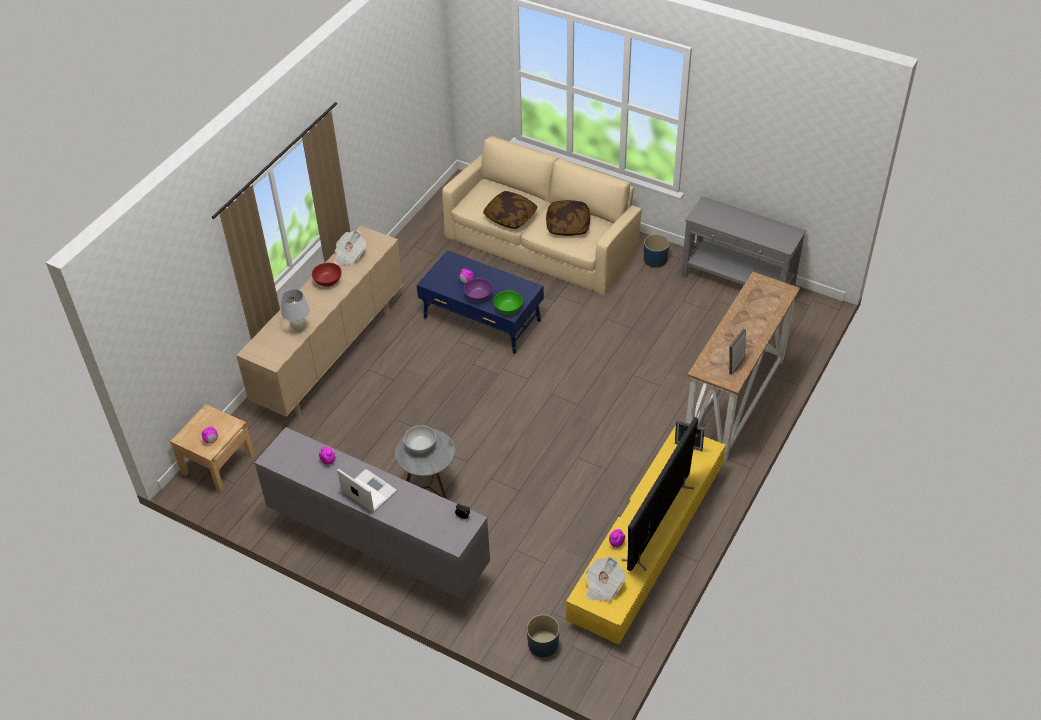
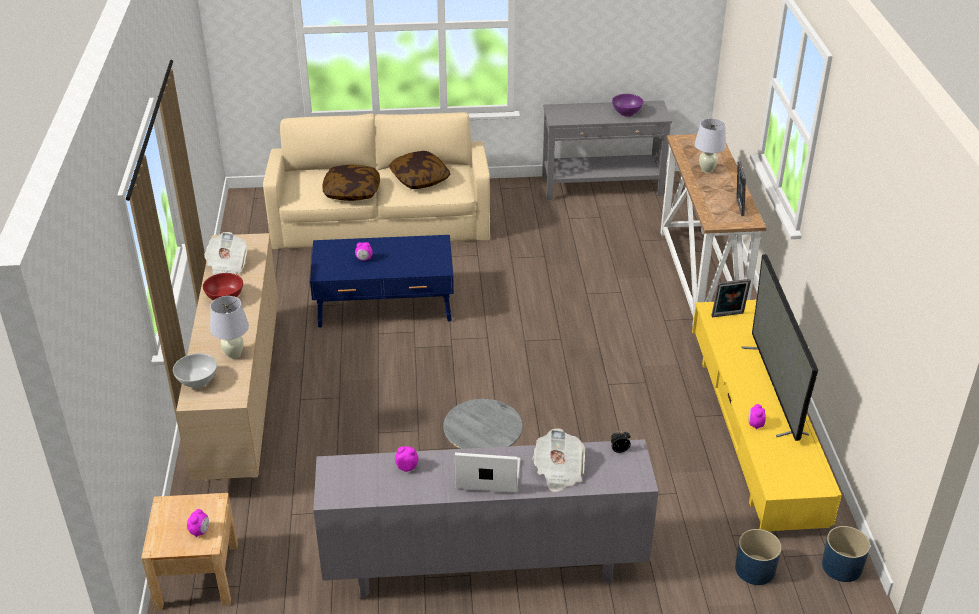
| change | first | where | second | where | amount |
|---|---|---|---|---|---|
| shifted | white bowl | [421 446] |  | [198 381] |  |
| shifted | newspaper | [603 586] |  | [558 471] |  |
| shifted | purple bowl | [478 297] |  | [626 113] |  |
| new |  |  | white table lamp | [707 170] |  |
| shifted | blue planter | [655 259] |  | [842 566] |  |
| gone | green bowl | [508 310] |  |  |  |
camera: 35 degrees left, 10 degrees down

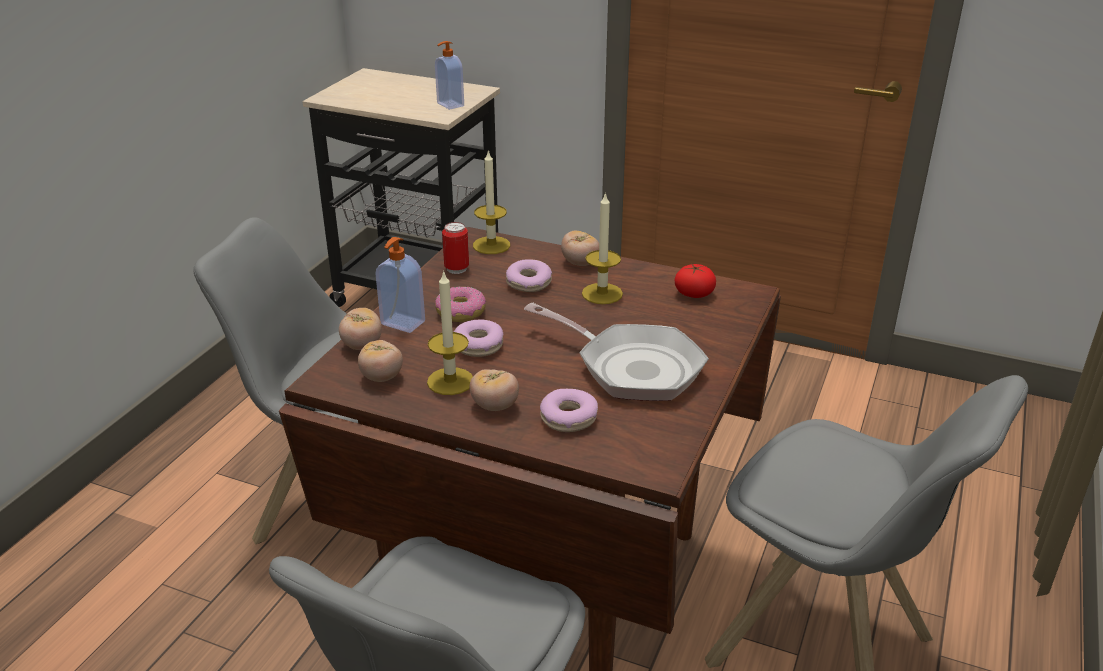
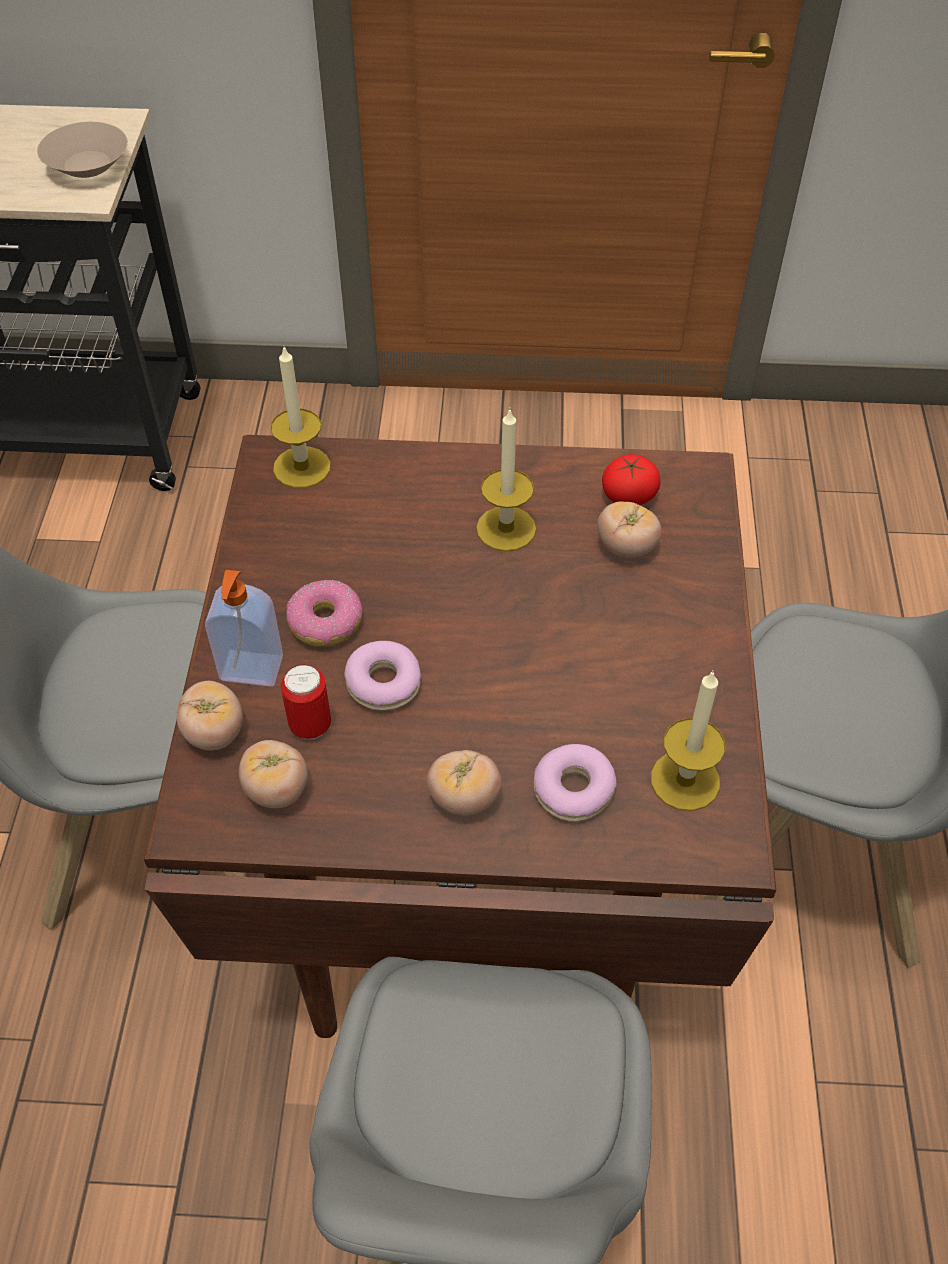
| change | first | where | second | where | amount |
|---|---|---|---|---|---|
| swapped | soap dispenser | [449 105] | beige bowl | [89 167] |  |
| shifted | can | [456 269] |  | [310 725] |  |
| shifted | tomato | [580 263] |  | [626 547] |  |
| shifted | candle | [450 381] |  | [685 780] |  |
| gone | donut | [528 283] |  |  |  |
| gone | frying pan | [632 367] |  |  |  |
camera: 20 degrees left, 20 degrees up

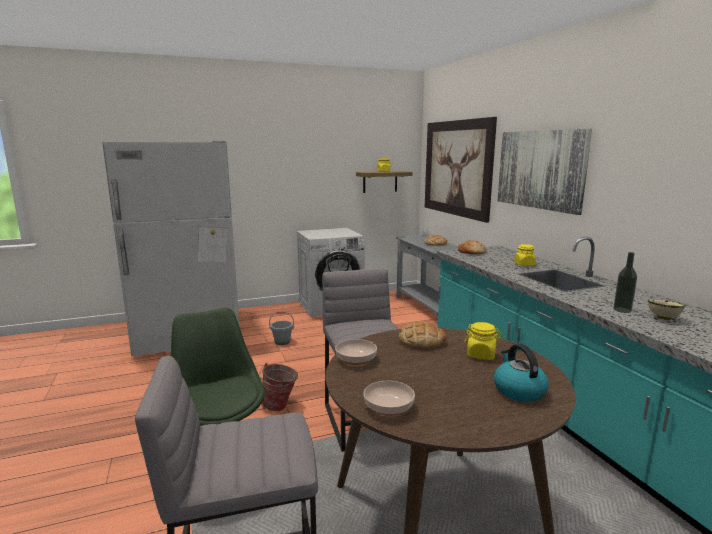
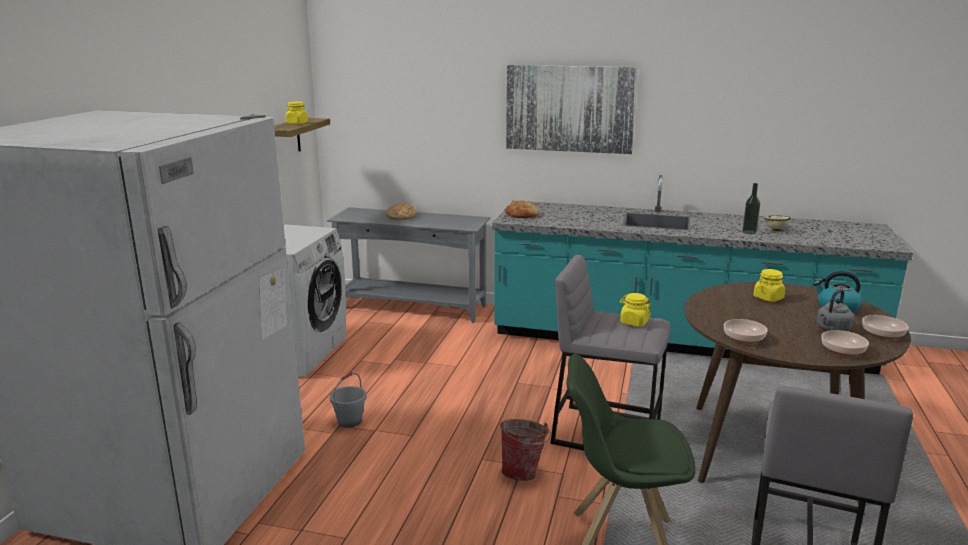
| change | first | where | second | where | amount |
|---|---|---|---|---|---|
| shifted | yellow jar | [524 264] |  | [634 322] |  |
| new |  |  | grey kettle | [832 329] |  |
| new |  |  | bowl | [882 334] |  |
| gone | bread | [421 340] |  |  |  |
| gone | picture | [457 168] |  |  |  |
camera: 55 degrees left, 5 degrees up

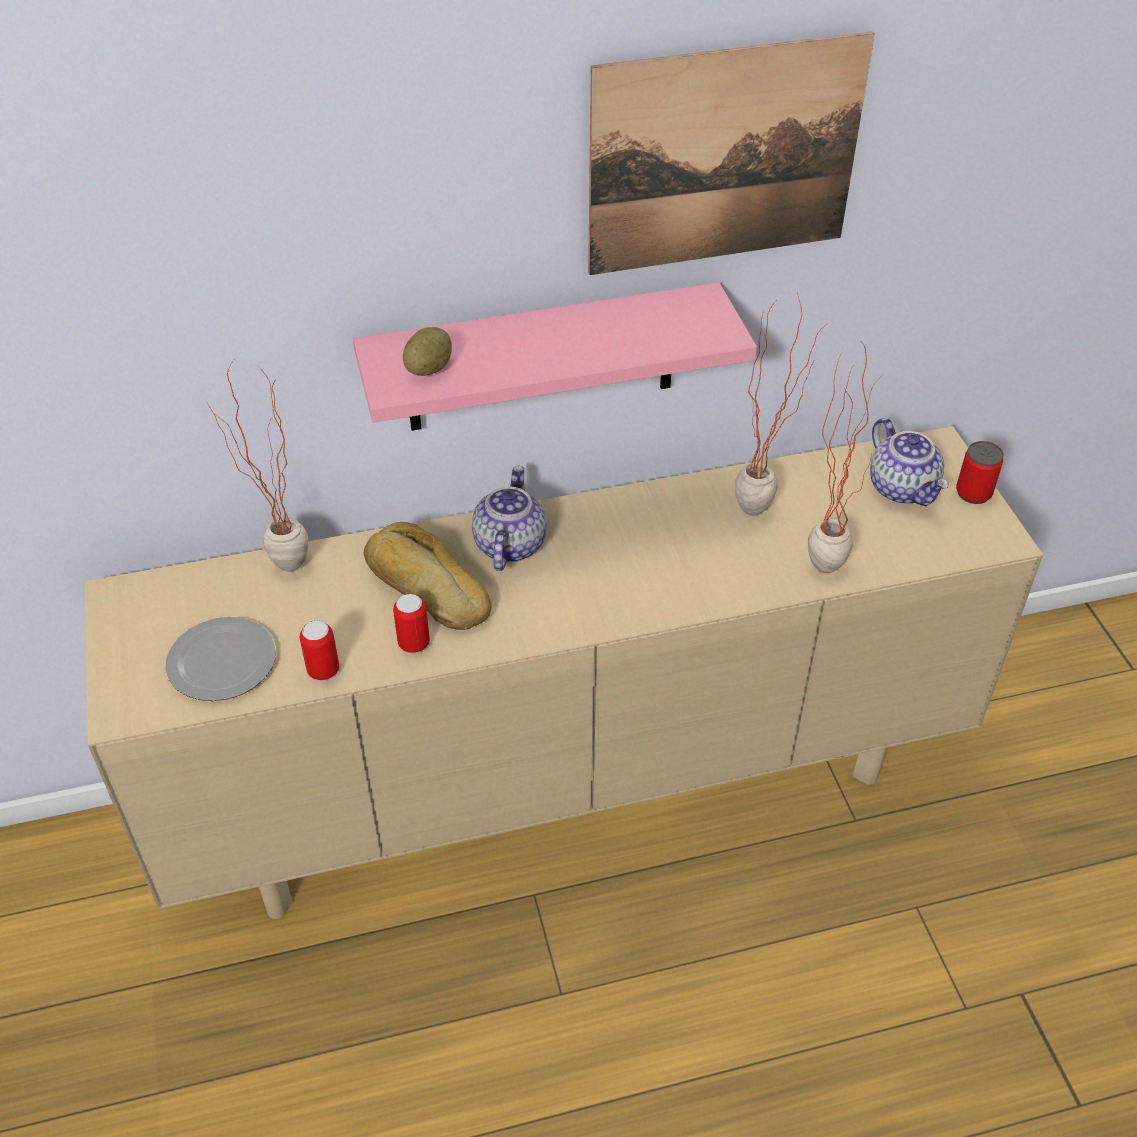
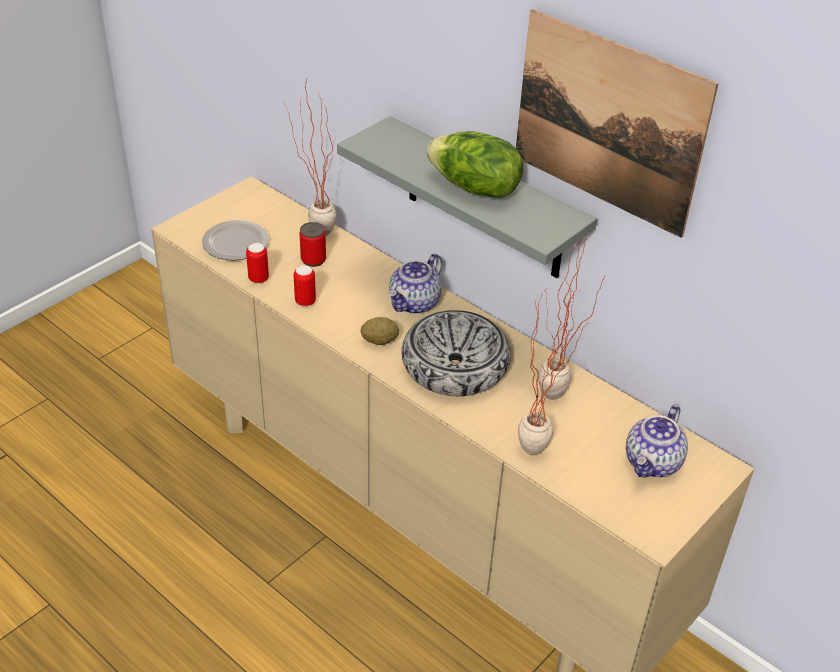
| change | first | where | second | where | amount |
|---|---|---|---|---|---|
| shifted | can | [973 493] |  | [313 259] |  |
| repainted | pink shelf | [541 359] | grey shelf | [484 200] |  |
| shifted | potato | [428 369] |  | [379 341] |  |
| rotated | teapot | [508 544] |  | [415 303] | 150 degrees clockwise |
| new |  |  | bowl | [455 366] |  |
| new |  |  | lettuce | [474 188] |  |
| gone | bread | [425 588] |  |  |  |
camera: 55 degrees right, 5 degrees down

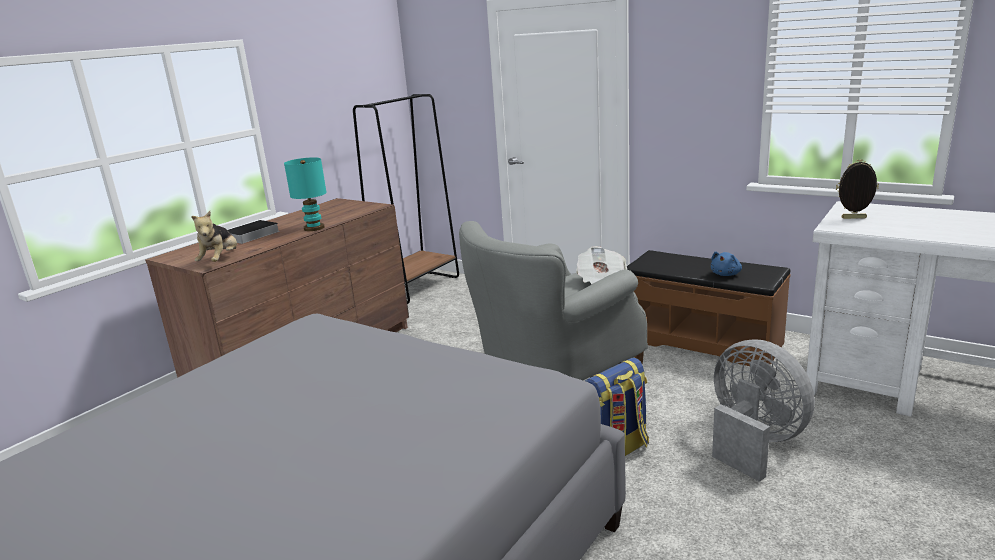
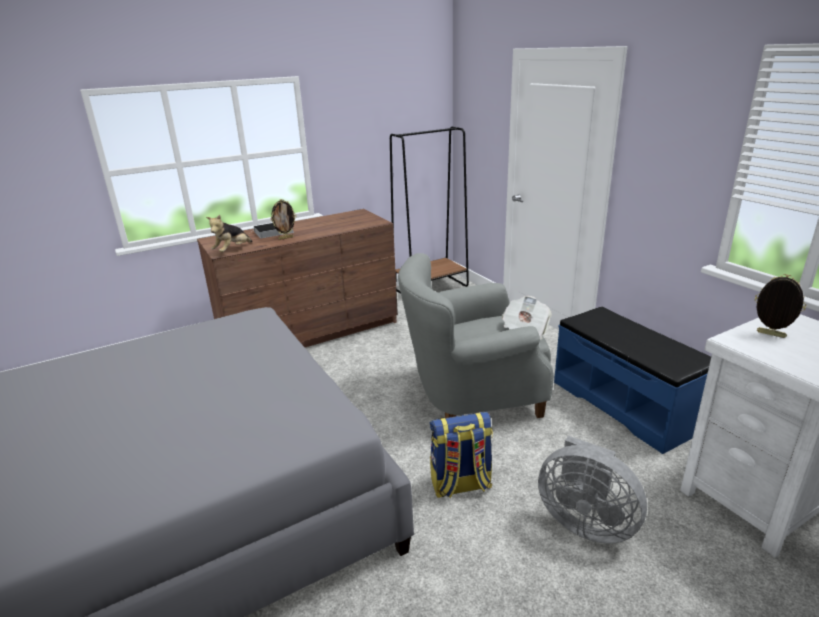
| change | first | where | second | where | amount |
|---|---|---|---|---|---|
| new |  |  | picture frame | [286 238] |  |
| rotated | grey fan | [753 442] |  | [585 522] | 135 degrees clockwise |
| repainted | brown bench | [702 341] | blue bench | [625 404] |  |
| gone | turquoise table lamp | [313 228] |  |  |  |
| gone | blue plush toy | [726 274] |  |  |  |
camera: 25 degrees right, 5 degrees up

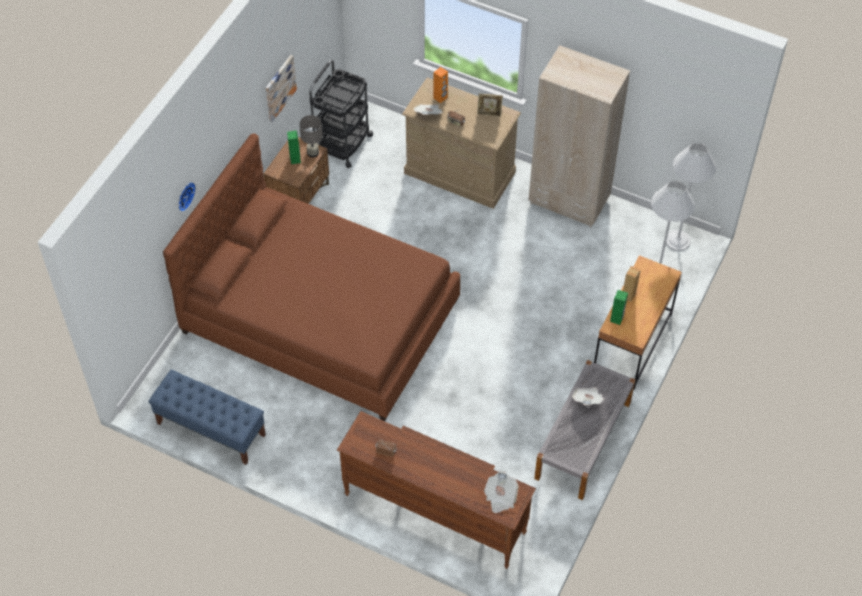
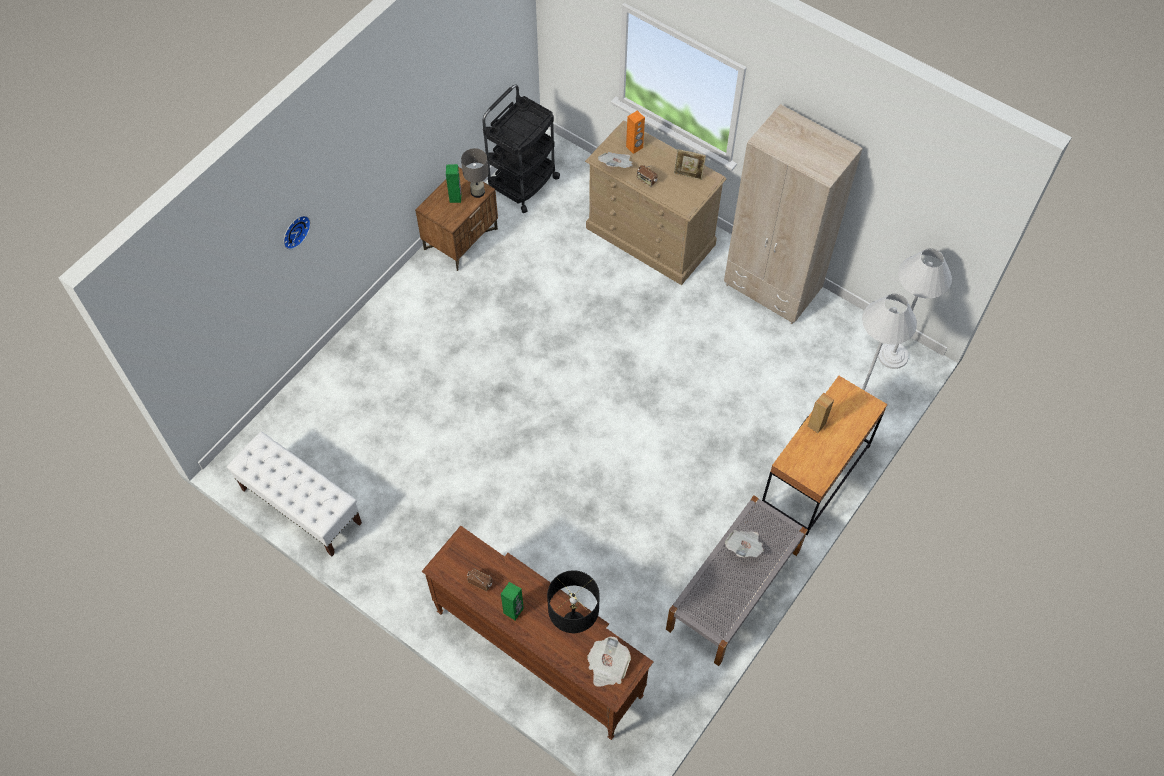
| change | first | where | second | where | amount |
|---|---|---|---|---|---|
| repainted | blue bench | [211 429] | white bench | [301 506] |  |
| shifted | green speaker | [617 319] |  | [513 611] |  |
| new |  |  | black table lamp | [573 623] |  |
| gone | brown bed | [320 316] |  |  |  |
| gone | picture | [279 87] |  |  |  |
camera: 10 degrees right, 5 degrees up

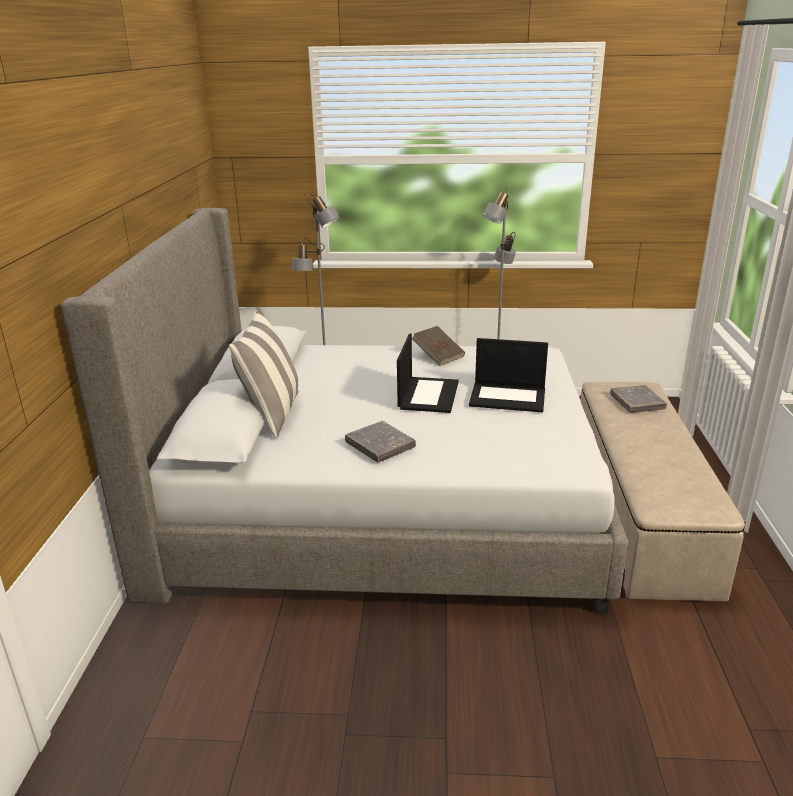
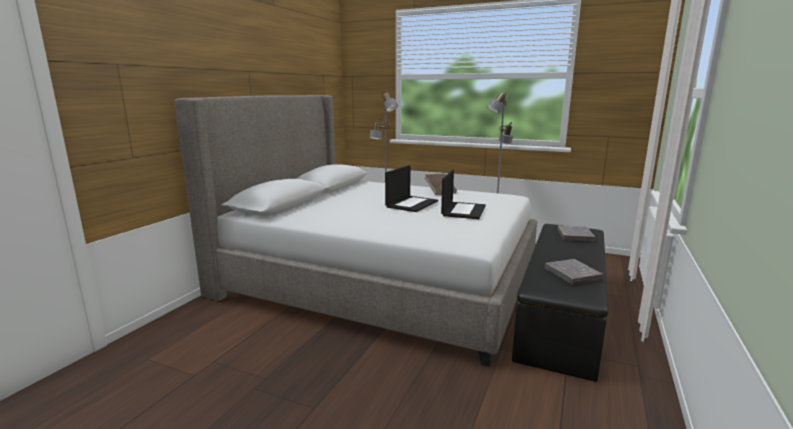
| change | first | where | second | where | amount |
|---|---|---|---|---|---|
| rotated | laptop | [508 397] |  | [463 210] | 105 degrees counterclockwise |
| repainted | beige bench | [638 508] | black bench | [560 312] |  |
| shifted | grey book | [380 445] |  | [572 275] |  |
| gone | pillow | [271 414] |  |  |  |
camera: 20 degrees right, 10 degrees down

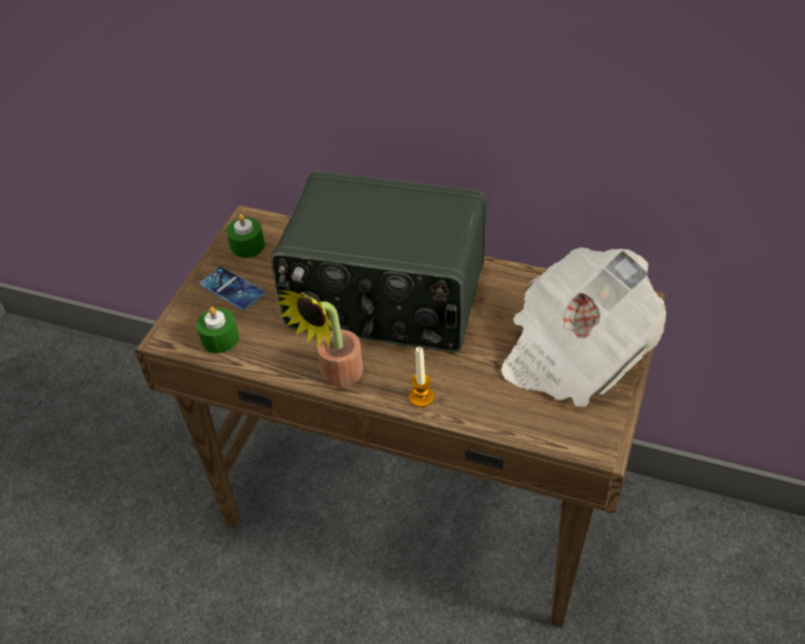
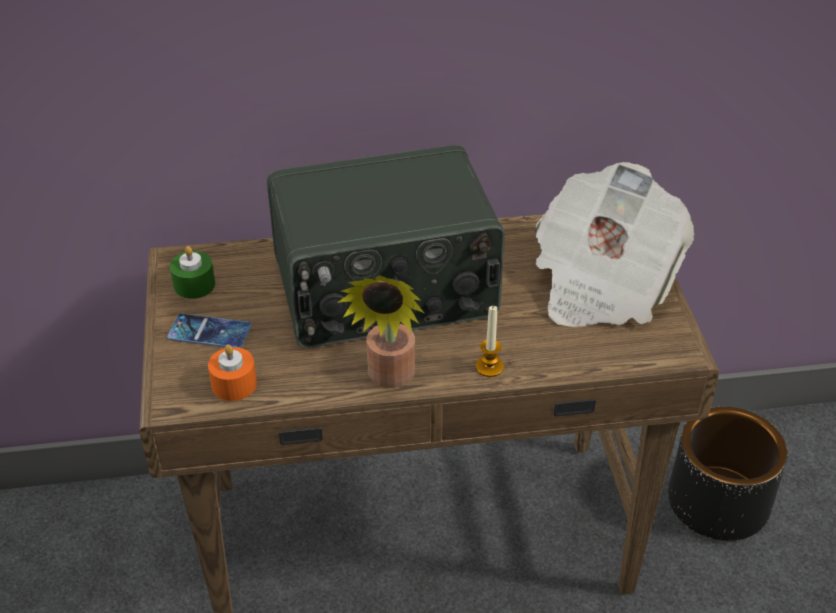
| change | first | where | second | where | amount |
|---|---|---|---|---|---|
| repainted | green candle | [220 338] | orange candle | [234 384] |  |
| new |  |  | black planter | [718 502] |  |
camera: 30 degrees left, 5 degrees down

